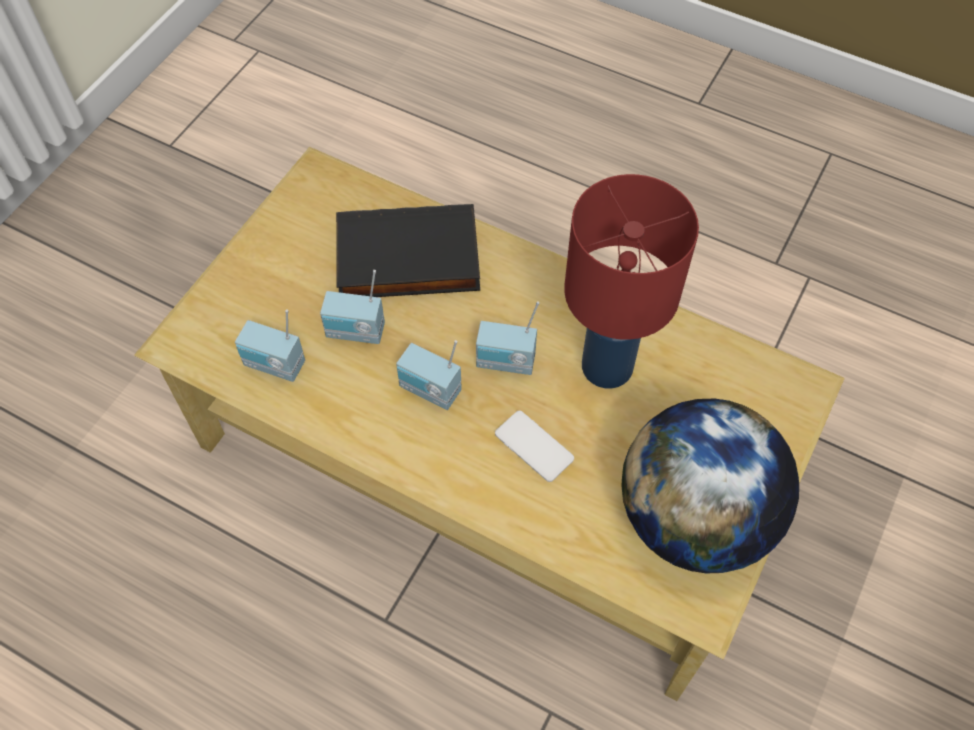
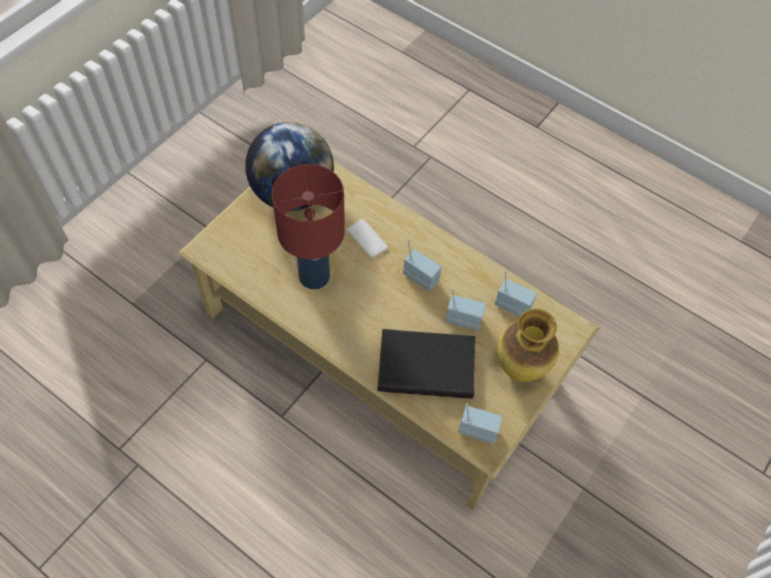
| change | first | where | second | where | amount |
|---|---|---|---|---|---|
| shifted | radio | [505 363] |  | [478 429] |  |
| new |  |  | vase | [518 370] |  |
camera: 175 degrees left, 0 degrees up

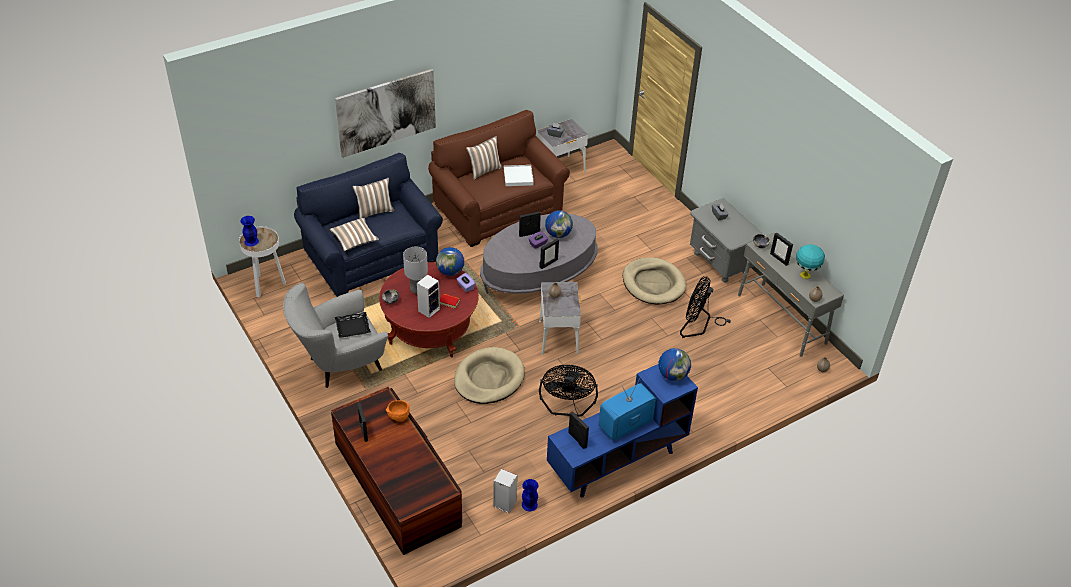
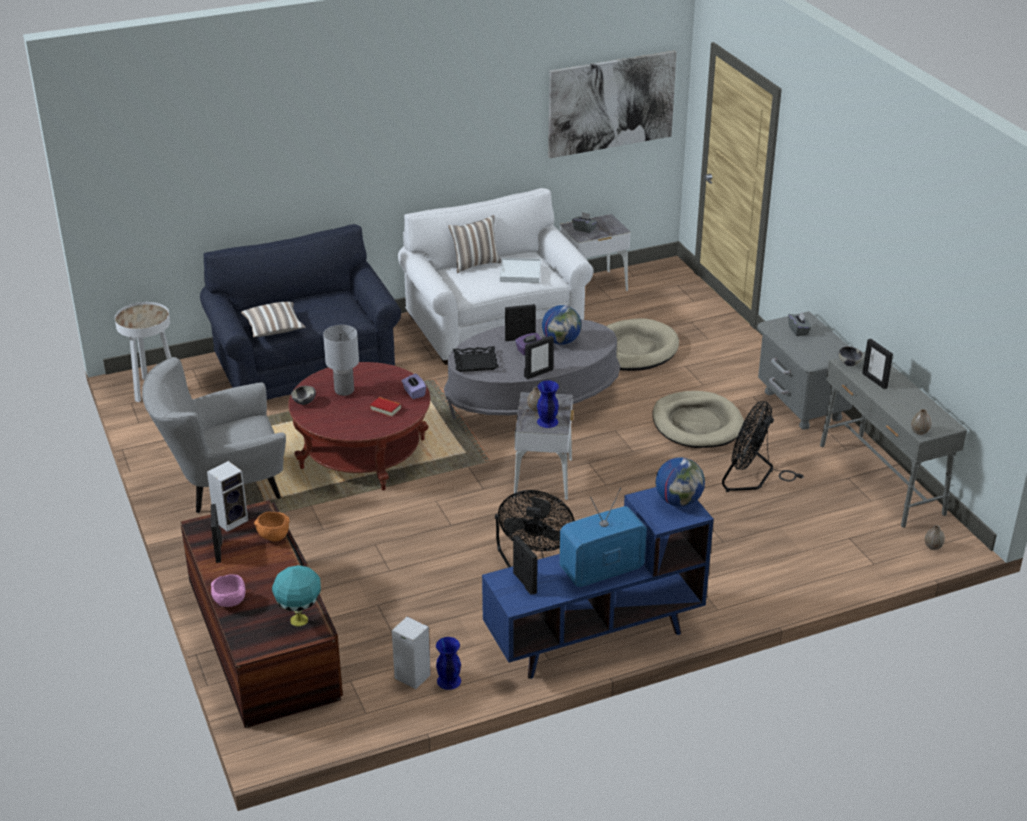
| change | first | where | second | where | amount |
|---|---|---|---|---|---|
| shifted | speaker | [429 309] |  | [231 520] |  |
| new |  |  | pink bowl | [231 602] |  |
| shifted | turquoise table lamp | [805 275] |  | [300 620] |  |
| repainted | brown sofa | [498 209] | white sofa | [494 324] |  |
| shifted | black tray | [352 327] |  | [475 362] |  |
| shifted | blue vase | [251 241] |  | [547 421] |  |
| shifted | picture | [386 112] |  | [611 103] |  |
| shifted | beige dog bed | [489 378] |  | [634 350] |  |
| gone | pillow | [374 211] |  |  |  |
| gone | globe | [450 272] |  |  |  |
camera: 10 degrees right, 10 degrees down

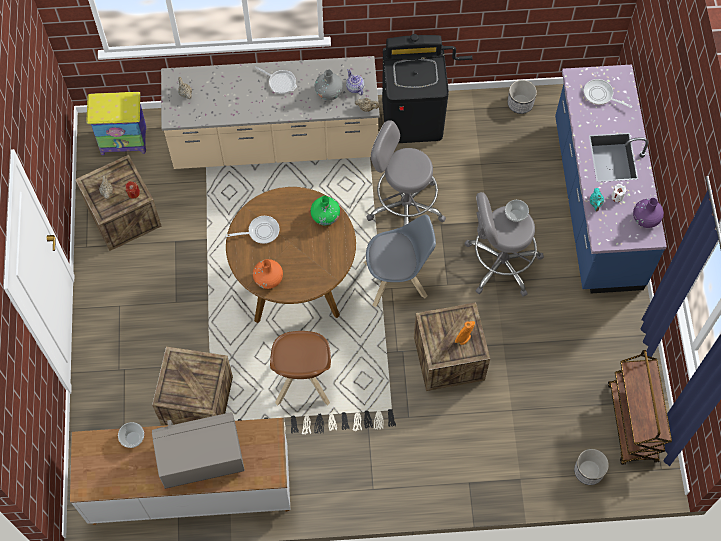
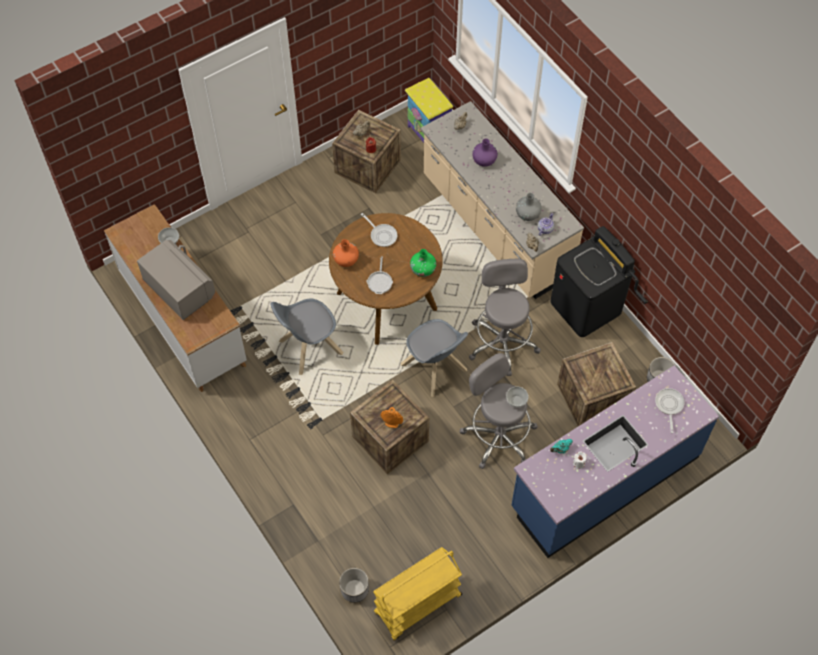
| change | first | where | second | where | amount |
|---|---|---|---|---|---|
| repainted | brown chair | [302 380] | grey chair | [309 348] |  |
| shifted | frying pan | [280 82] |  | [380 281] |  |
| repainted | brown cart | [632 423] | yellow cart | [417 605] |  |
| shifted | purple vase | [645 219] |  | [484 160] |  |
| shifted | crate | [197 401] |  | [592 398] |  |
camera: 60 degrees right, 5 degrees down

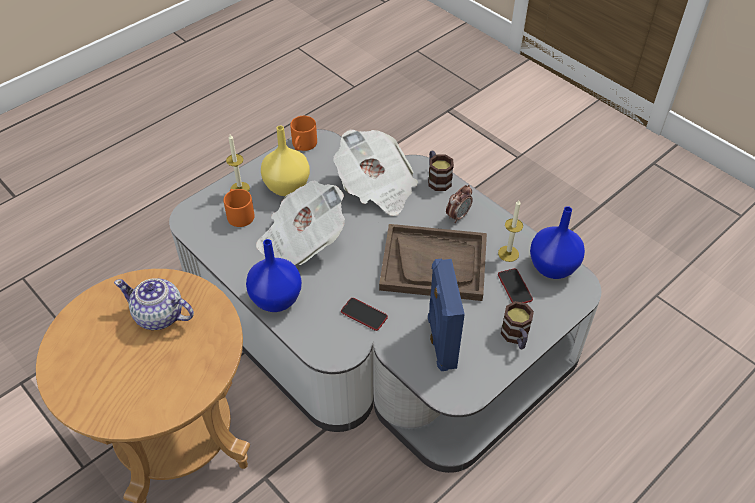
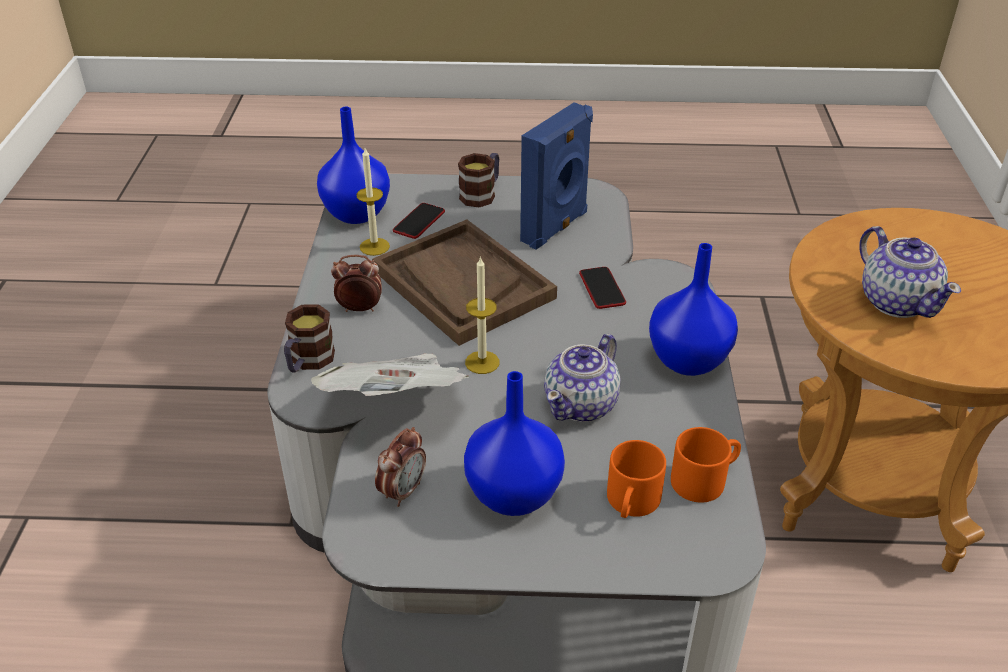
| change | first | where | second | where | amount |
|---|---|---|---|---|---|
| new |  |  | alarm clock | [403 491] |  |
| repainted | yellow vase | [286 186] | blue vase | [513 496] |  |
| shifted | candle | [240 189] |  | [482 362] |  |
| swapped | newspaper | [301 241] | teapot | [582 404] |  |
| shifted | orange mug | [303 145] |  | [704 478] |  |
camera: 135 degrees left, 10 degrees down

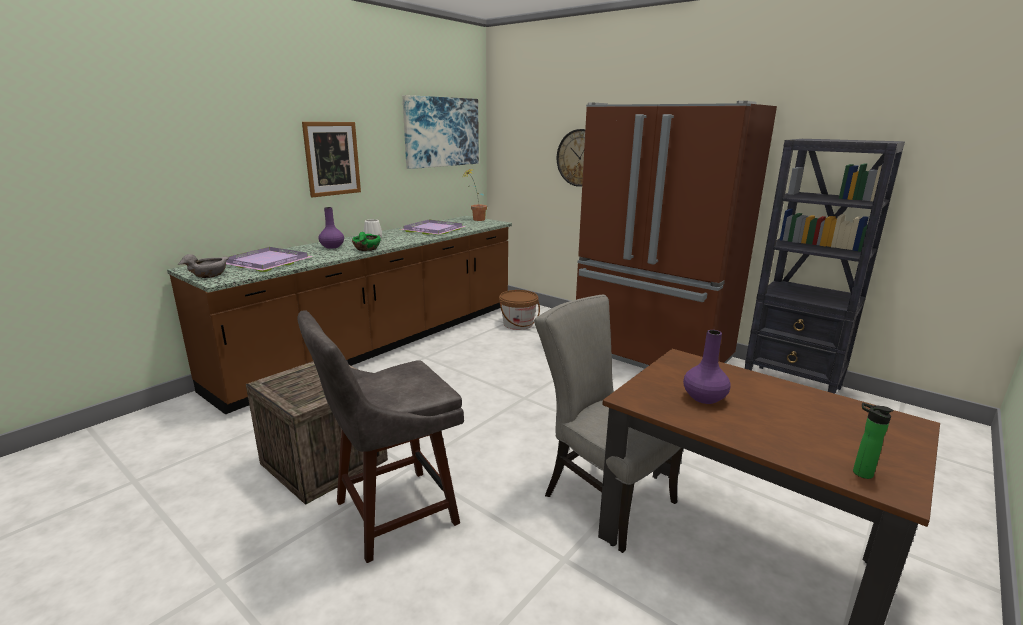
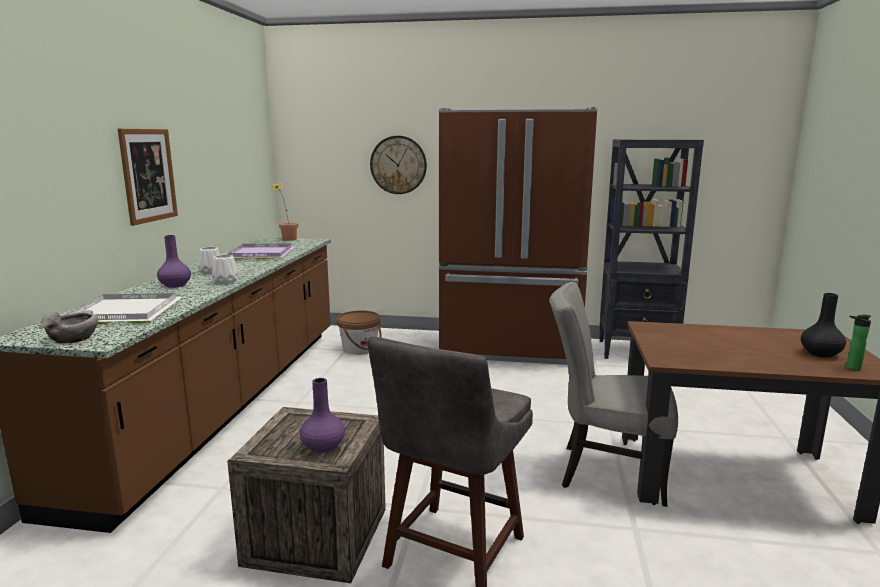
| change | first | where | second | where | amount |
|---|---|---|---|---|---|
| repainted | purple tray | [267 262] | white tray | [126 313] |  |
| swapped | green bowl | [366 249] | white vase | [225 281] |  |
| shifted | purple vase | [705 398] |  | [324 446] |  |
| new |  |  | black vase | [820 353] |  |
| gone | picture | [442 132] |  |  |  |
camera: 30 degrees left, 5 degrees down

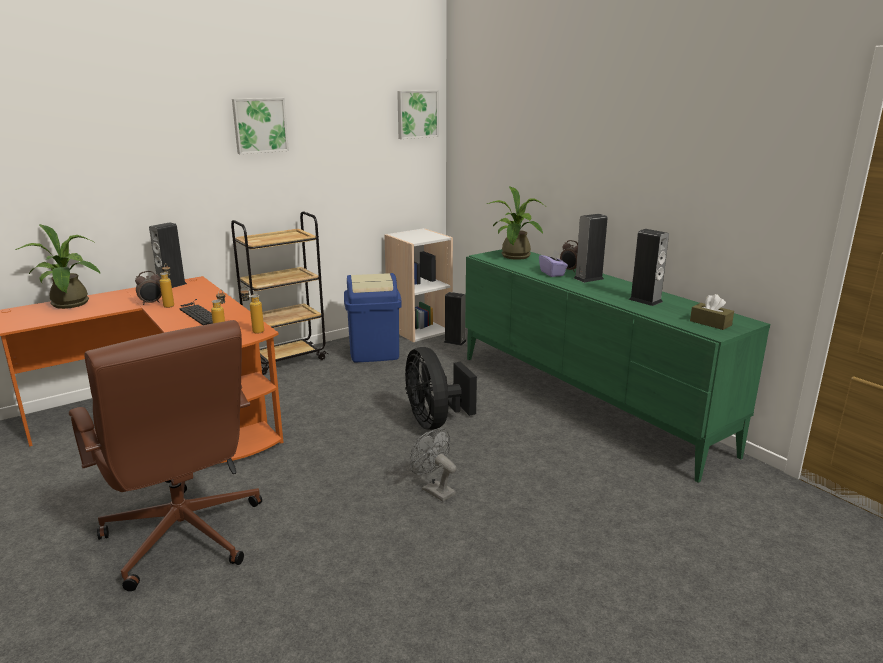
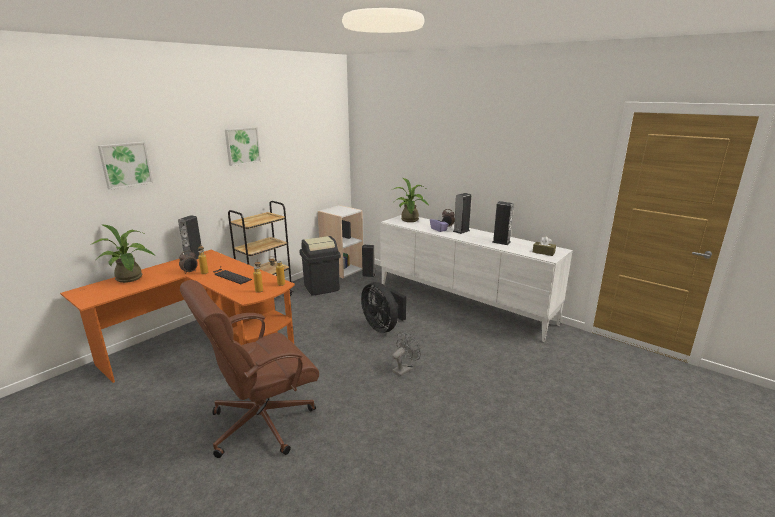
| change | first | where | second | where | amount |
|---|---|---|---|---|---|
| shifted | picture | [416 114] |  | [125 165] |  |
| rotated | brown office chair | [183 533] |  | [262 422] | 105 degrees clockwise |
| repainted | blue trash can | [374 353] | black trash can | [321 288] |  |
| repainted | green cabinet | [586 401] | white cabinet | [463 303] |  |
| rotated | grey fan | [434 490] |  | [404 369] | 105 degrees clockwise |
camera: 15 degrees left, 0 degrees up

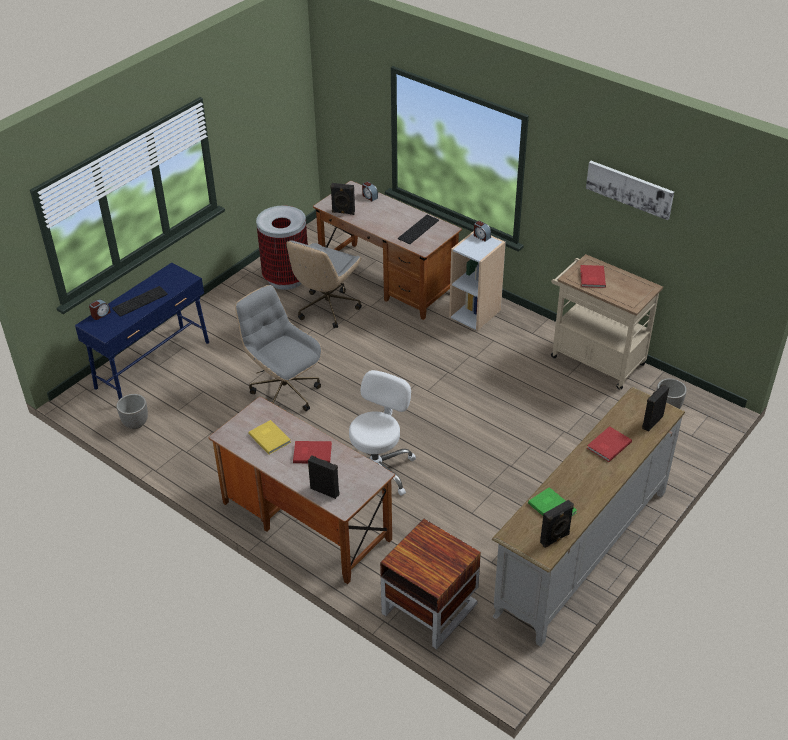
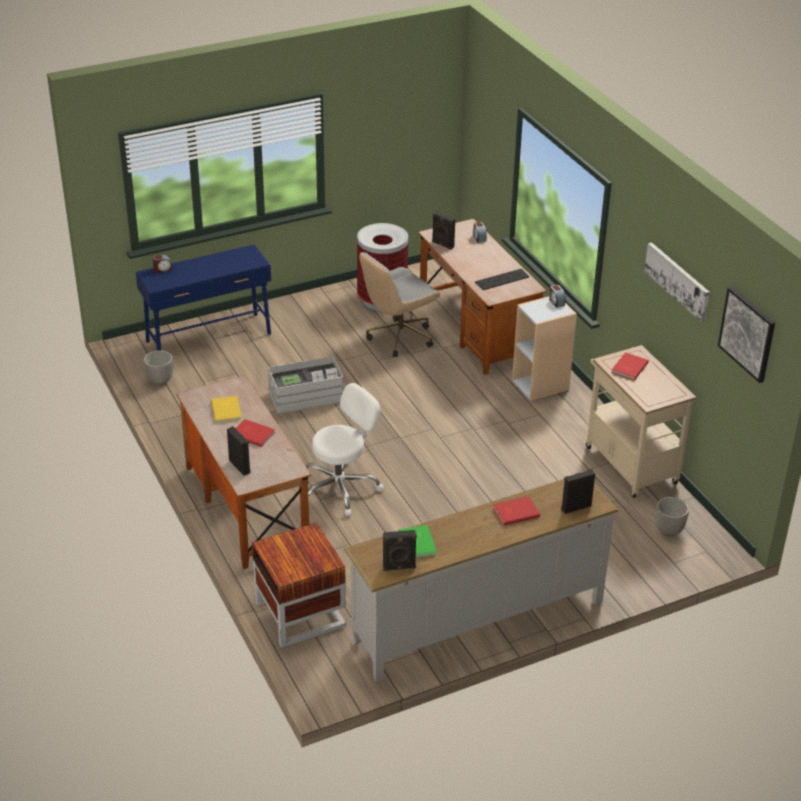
| change | first | where | second | where | amount |
|---|---|---|---|---|---|
| swapped | grey office chair | [284 392] | grey storage box | [306 396] |  |
| new |  |  | picture | [747 334] |  |
| gone | keyboard | [140 300] |  |  |  |
camera: 25 degrees right, 5 degrees down

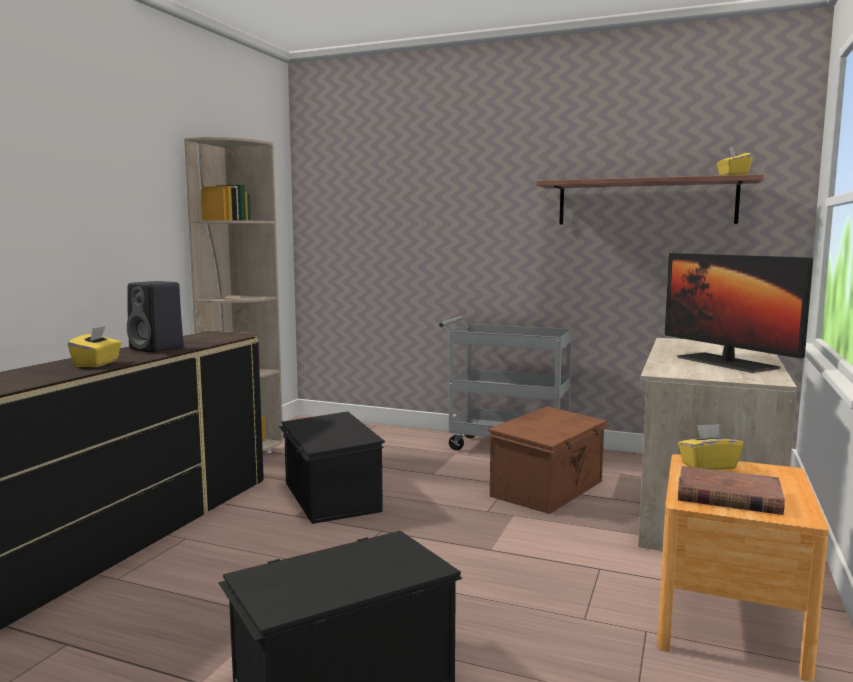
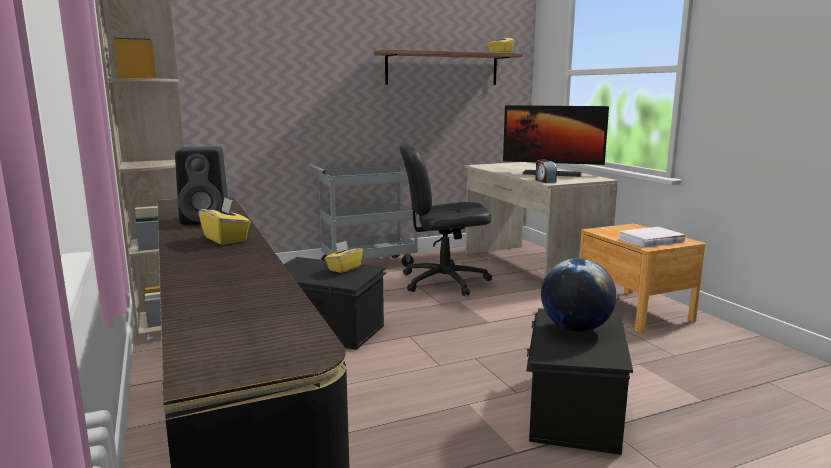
| change | first | where | second | where | amount |
|---|---|---|---|---|---|
| shifted | yellow tissue box | [708 466] |  | [344 268] |  |
| swapped | brown storage box | [549 489] | black office chair | [444 281] |  |
| new |  |  | alarm clock | [545 181] |  |
| new |  |  | globe | [575 329] |  |
| repainted | brown book | [727 496] | white book | [650 241] |  |
camera: 45 degrees left, 5 degrees up

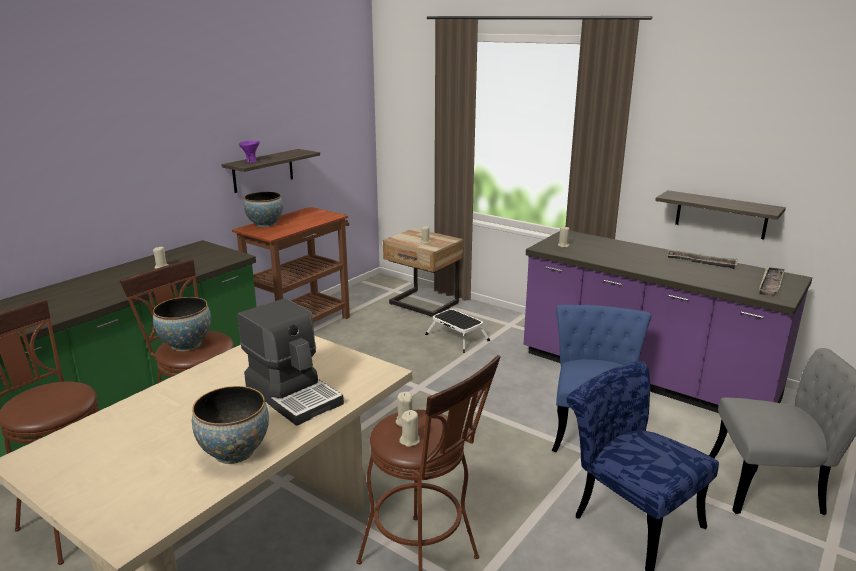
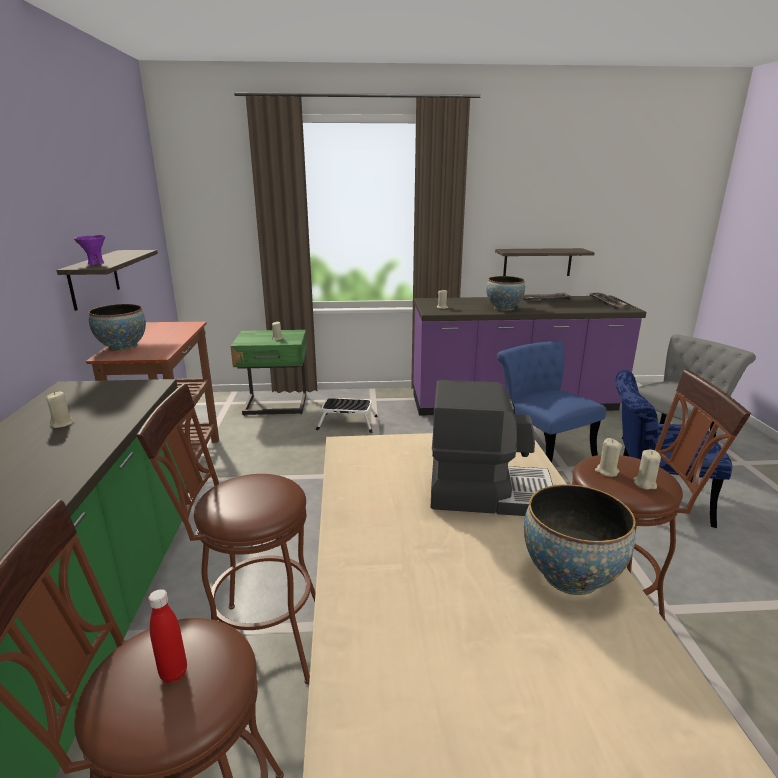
| change | first | where | second | where | amount |
|---|---|---|---|---|---|
| new |  |  | red bottle | [173 673] |  |
| repainted | beige nightstand | [423 304] | green nightstand | [276 406] |  |
| shifted | bowl | [186 344] |  | [504 308] |  |
camera: 40 degrees left, 0 degrees up

